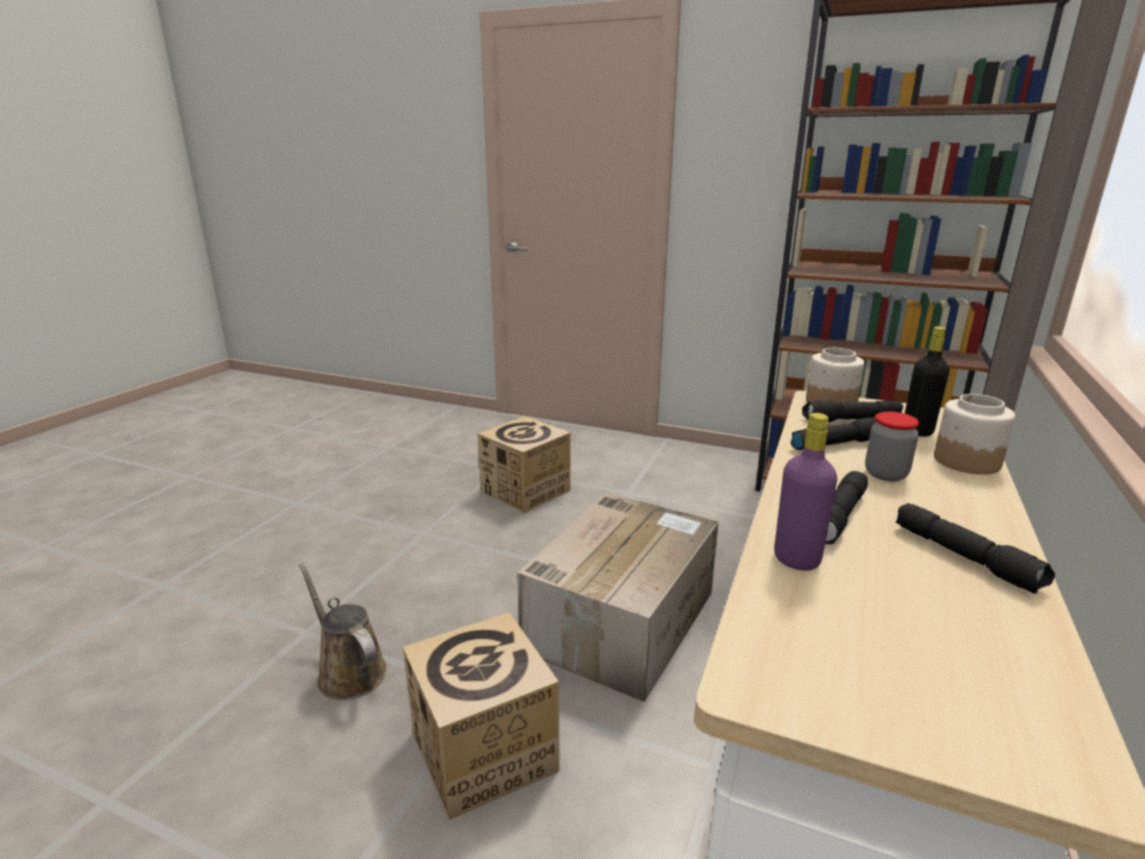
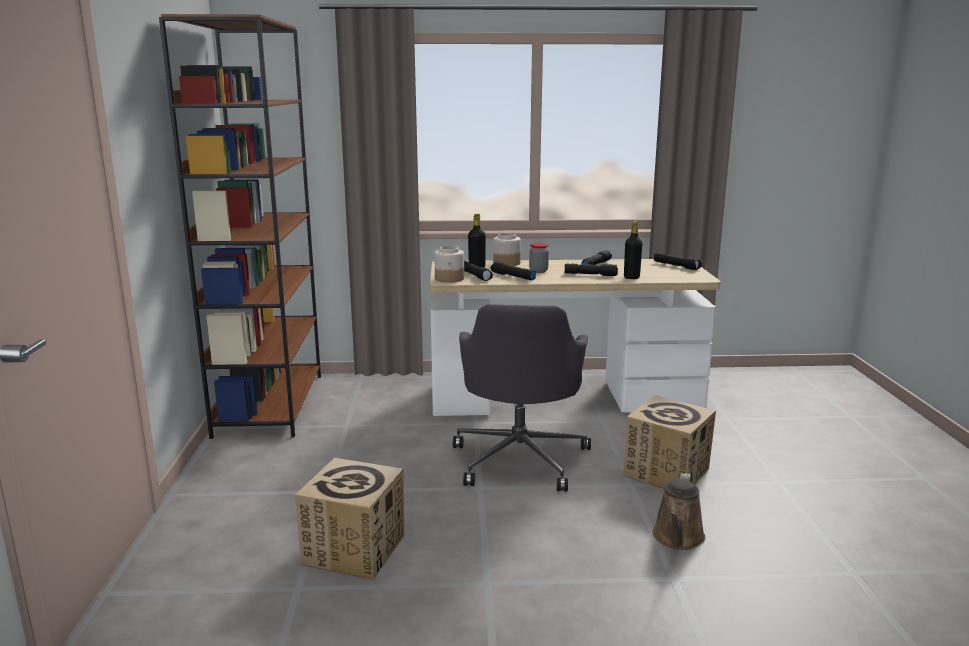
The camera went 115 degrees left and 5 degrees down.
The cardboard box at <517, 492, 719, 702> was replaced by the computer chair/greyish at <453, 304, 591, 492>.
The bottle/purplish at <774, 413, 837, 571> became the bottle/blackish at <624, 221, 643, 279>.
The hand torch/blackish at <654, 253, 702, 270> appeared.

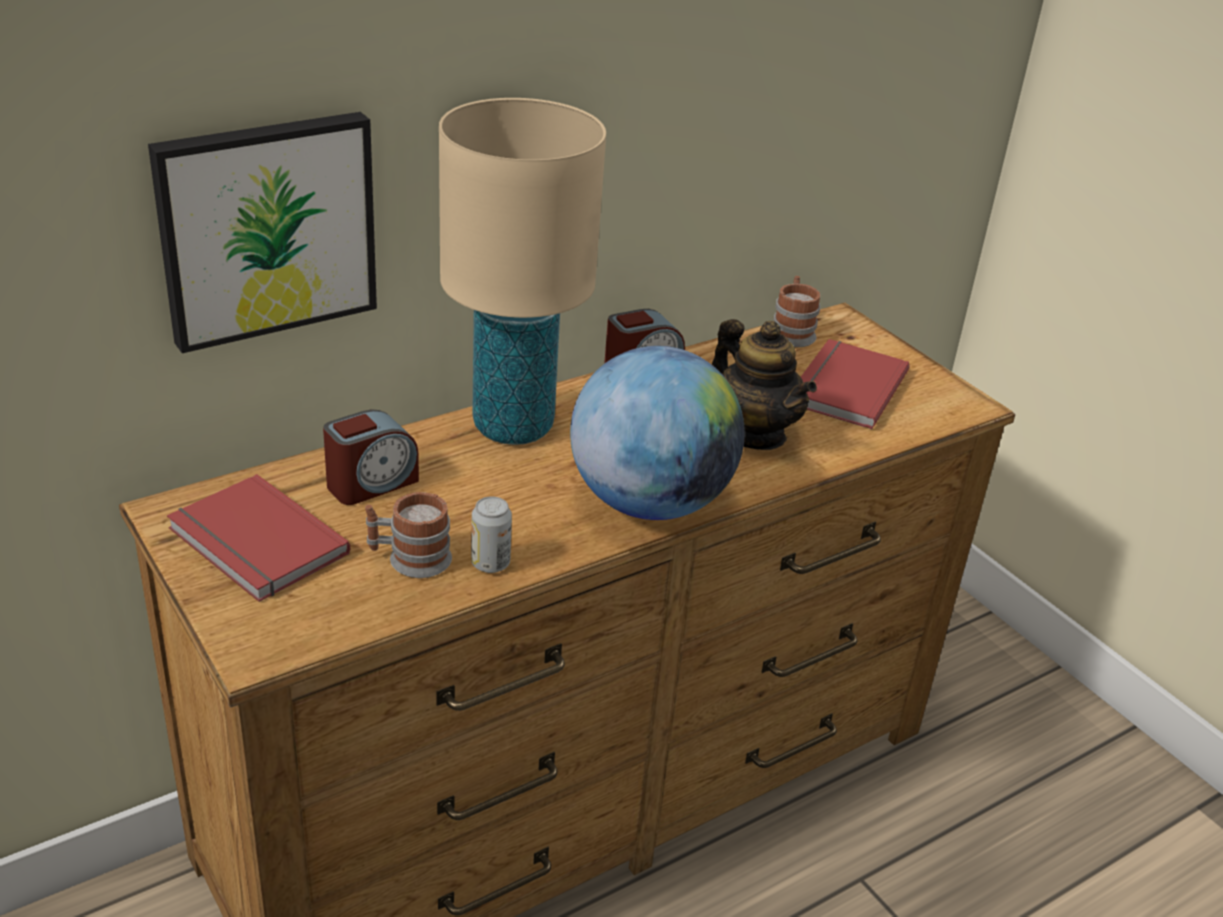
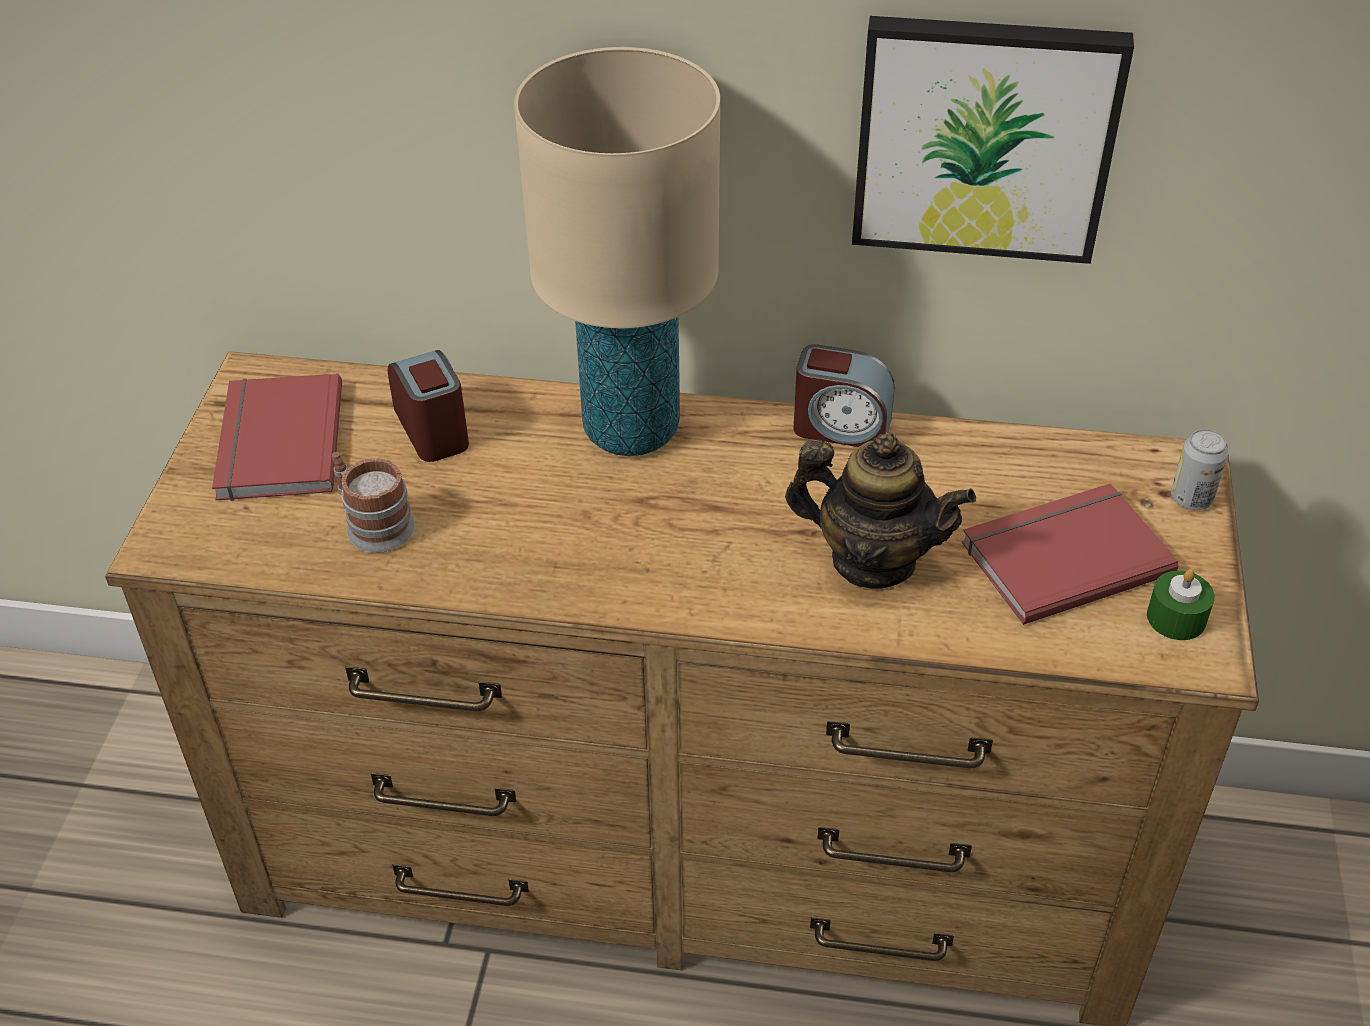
The camera went 45 degrees right and 10 degrees up.
The table clock at <323, 409, 419, 505> turned 120 degrees counterclockwise.
The teapot at <712, 319, 817, 450> turned 75 degrees counterclockwise.
The wall art moved from <148, 112, 377, 353> to <852, 16, 1134, 264>.
The candle/greenish at <1147, 569, 1215, 640> appeared.
The can moved from <471, 496, 512, 573> to <1171, 429, 1228, 510>.
The globe at <570, 346, 745, 520> disappeared.
The coffee mug at <773, 276, 820, 347> disappeared.

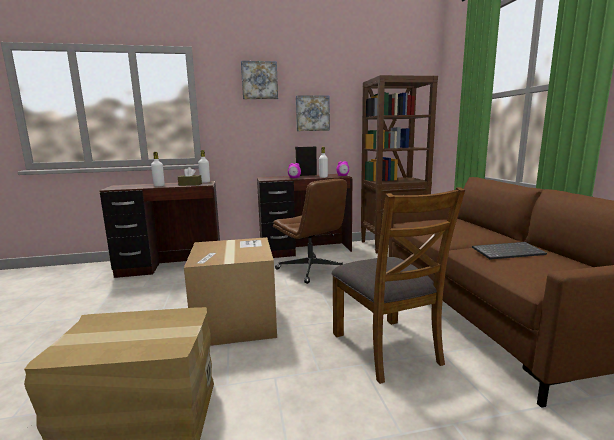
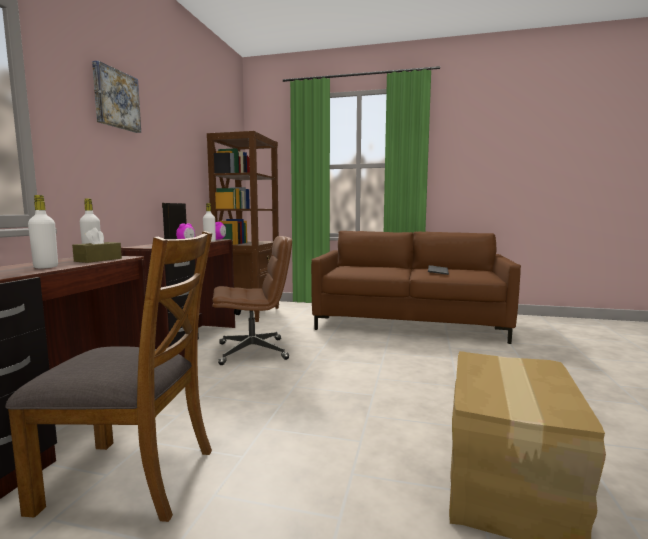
The camera went 65 degrees left and 5 degrees down.
The chair/brown-coloured moved from <331, 187, 465, 384> to <5, 231, 212, 522>.
The cardboard box at <184, 237, 277, 346> disappeared.
The wall art at <296, 95, 330, 131> disappeared.

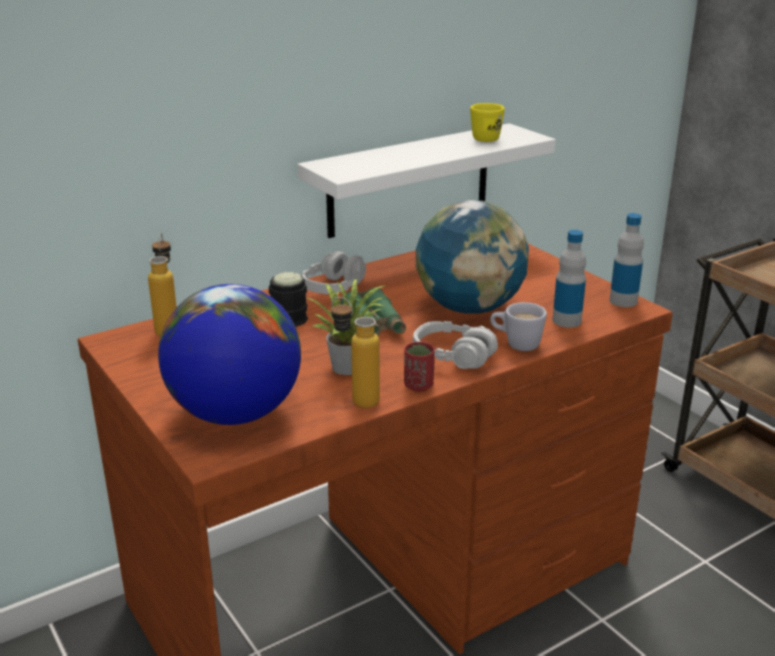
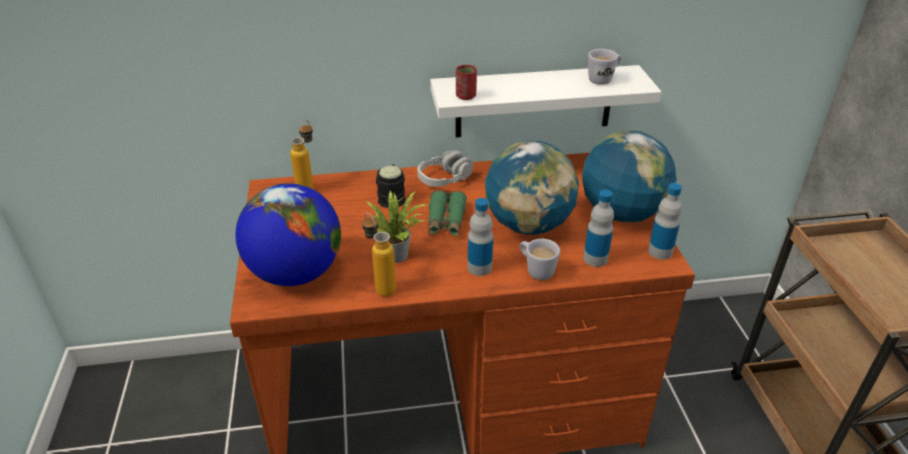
The camera went 25 degrees right and 10 degrees up.
The cup/red-coloured moved from <404, 342, 435, 392> to <456, 65, 477, 100>.
The headphones/greyish at <413, 321, 498, 369> was replaced by the bottle at <468, 198, 493, 276>.
The globe at <582, 131, 677, 223> appeared.
The coffee mug/yellow-coloured at <470, 103, 505, 142> became the coffee mug/white at <588, 49, 621, 85>.

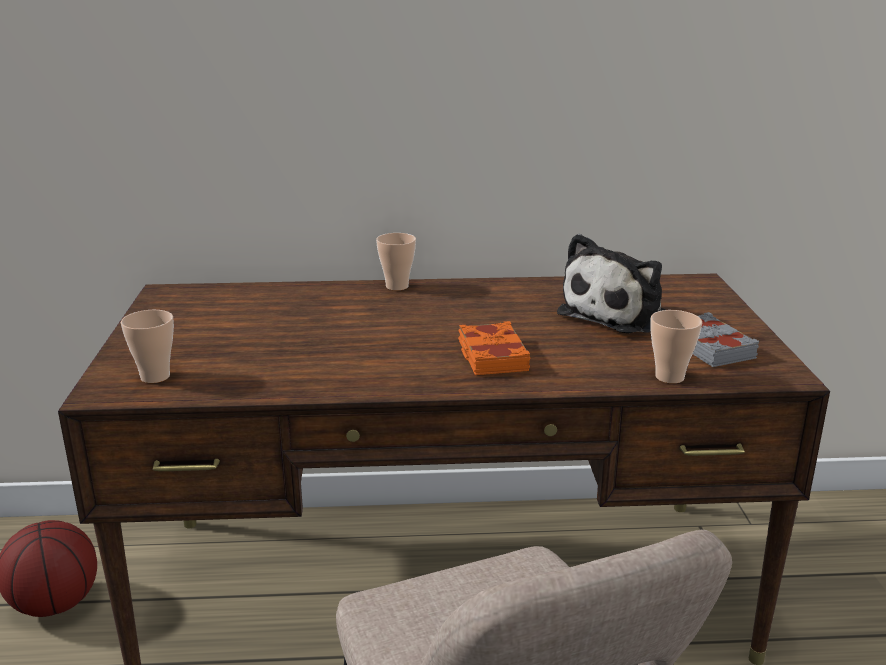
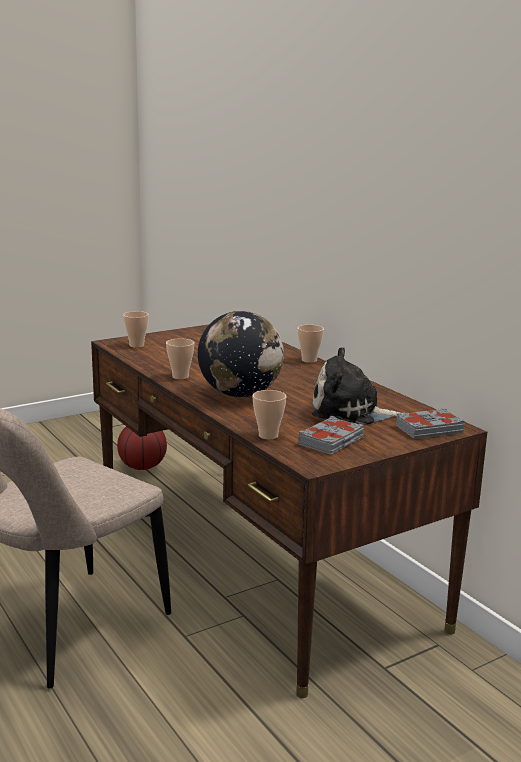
The camera went 60 degrees right and 5 degrees down.
The cup at <166, 338, 194, 379> appeared.
The volume/orange-coloured at <458, 321, 530, 375> was replaced by the globe at <198, 311, 284, 397>.
The volume/greyish at <396, 408, 465, 439> appeared.

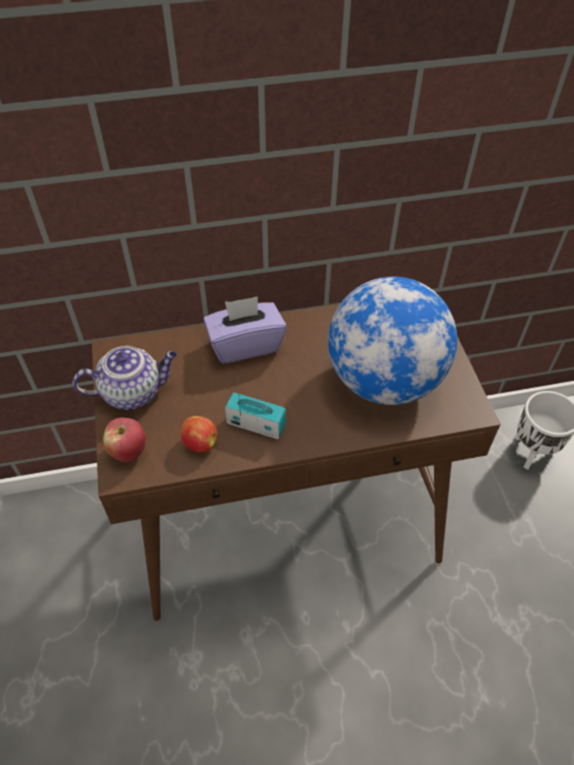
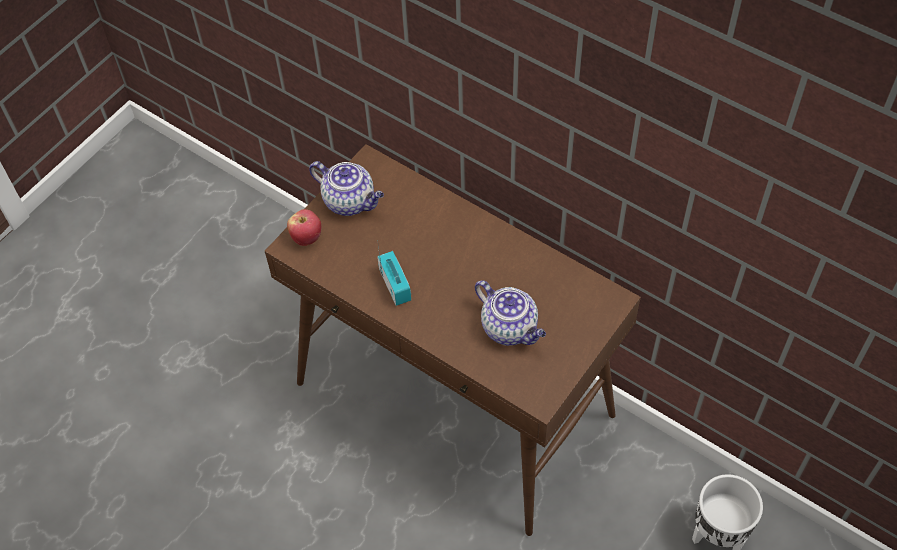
The camera went 50 degrees right and 5 degrees up.
The globe at <328, 277, 457, 405> was replaced by the teapot at <475, 281, 546, 346>.
The whole apple at <181, 416, 217, 453> disappeared.
The tissue holder/purplish at <204, 296, 287, 363> disappeared.

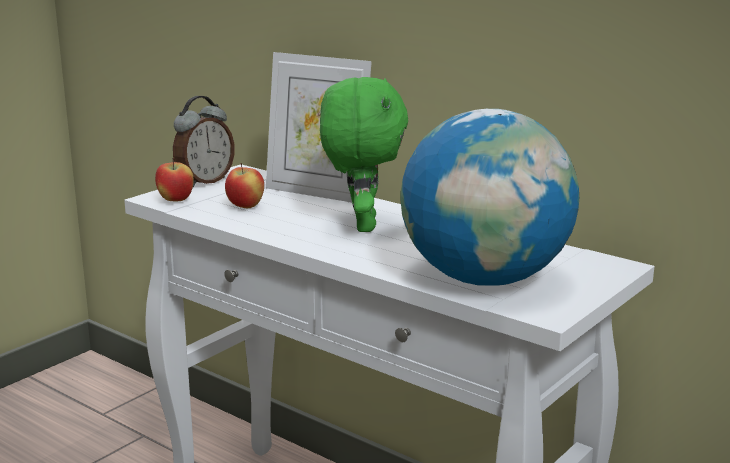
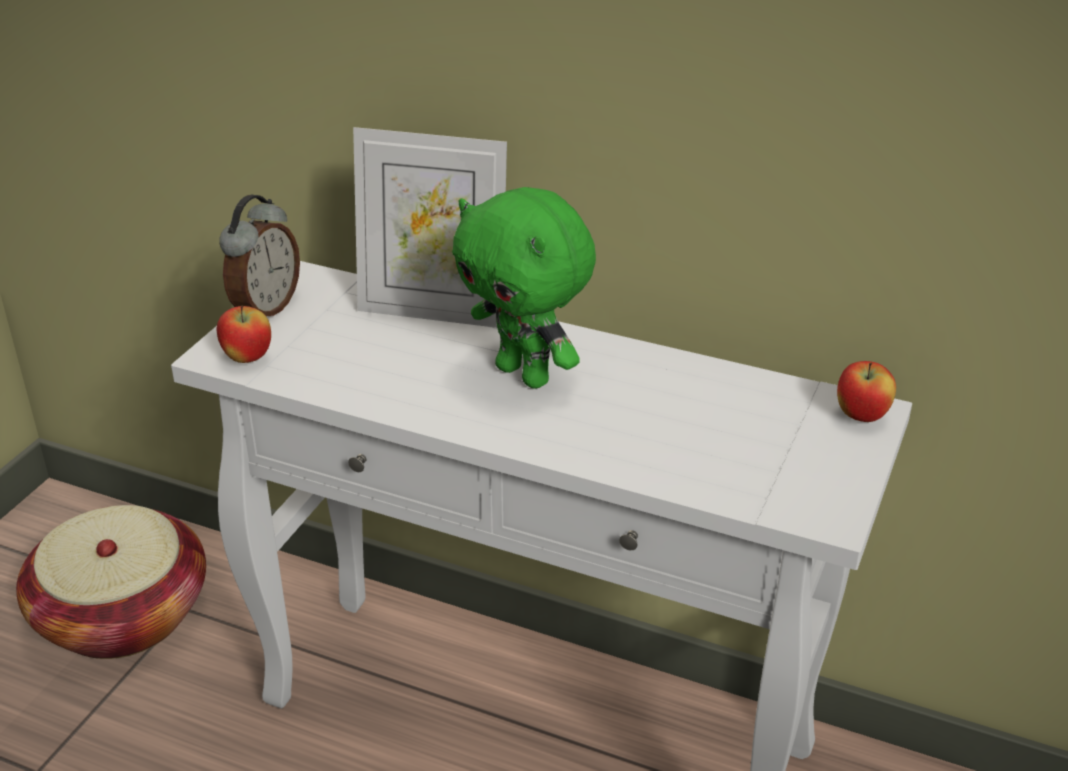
The camera went 15 degrees left and 15 degrees up.
The storage basket at <16, 505, 206, 659> appeared.
The plush toy/greenish at <320, 77, 408, 232> turned 150 degrees clockwise.
The whole apple moved from <225, 163, 264, 208> to <837, 361, 896, 422>.
The globe at <401, 109, 579, 286> disappeared.

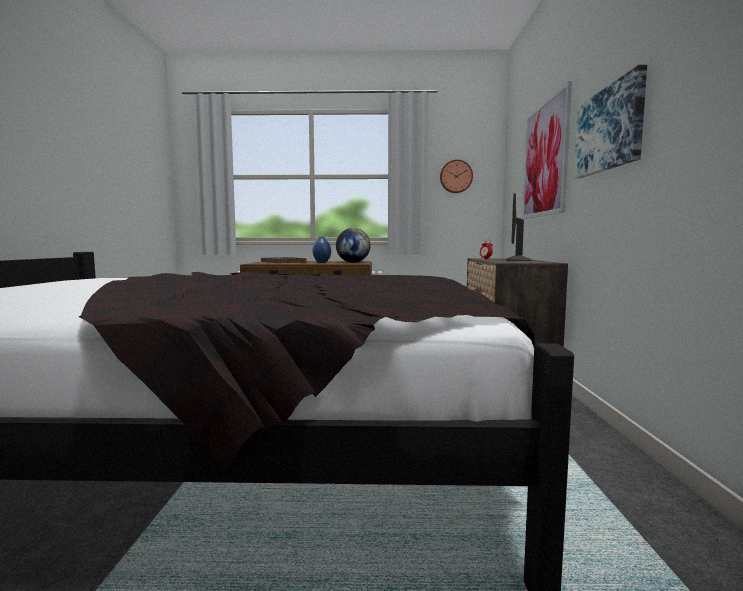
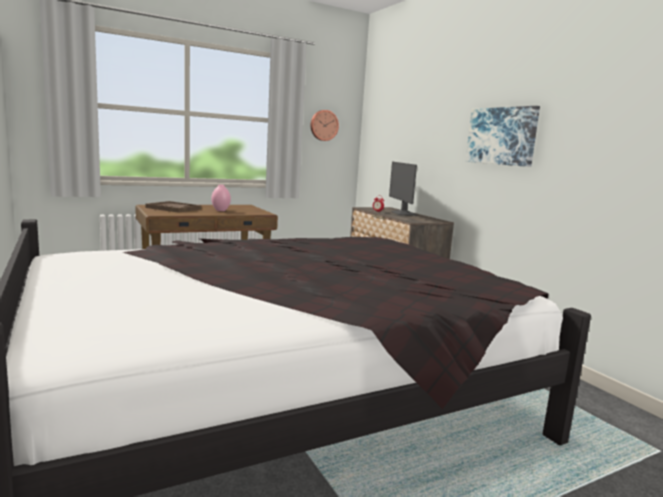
The camera went 30 degrees left and 5 degrees up.
The decorative vase/bluish at <312, 237, 331, 263> became the decorative vase/pink-coloured at <211, 185, 231, 211>.
The globe at <336, 228, 371, 263> disappeared.
The wall art at <522, 81, 572, 219> disappeared.

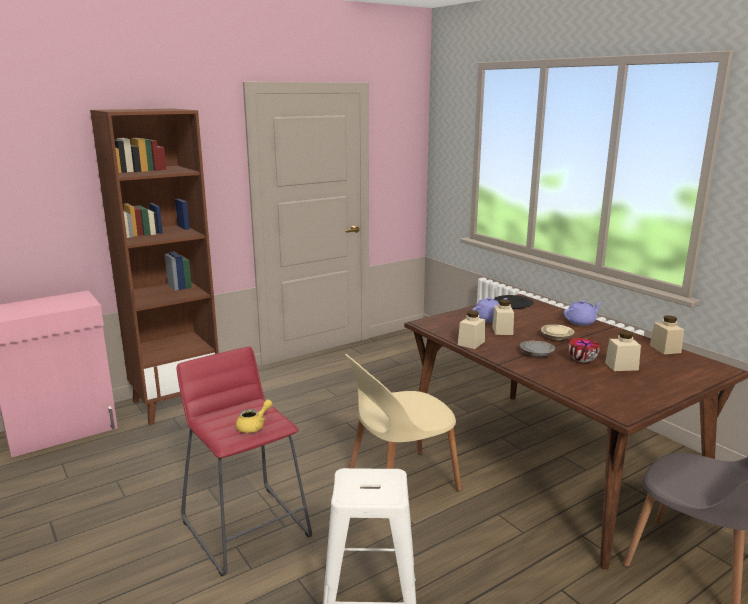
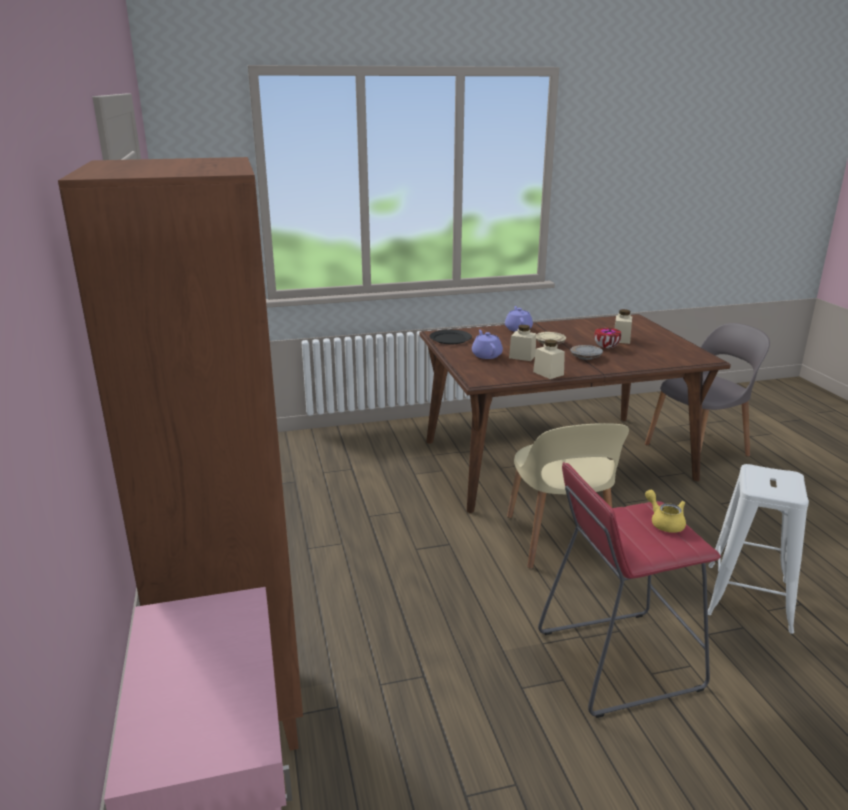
The camera went 70 degrees left and 5 degrees up.
The preserve jar/beige-coloured at <650, 315, 684, 354> disappeared.

